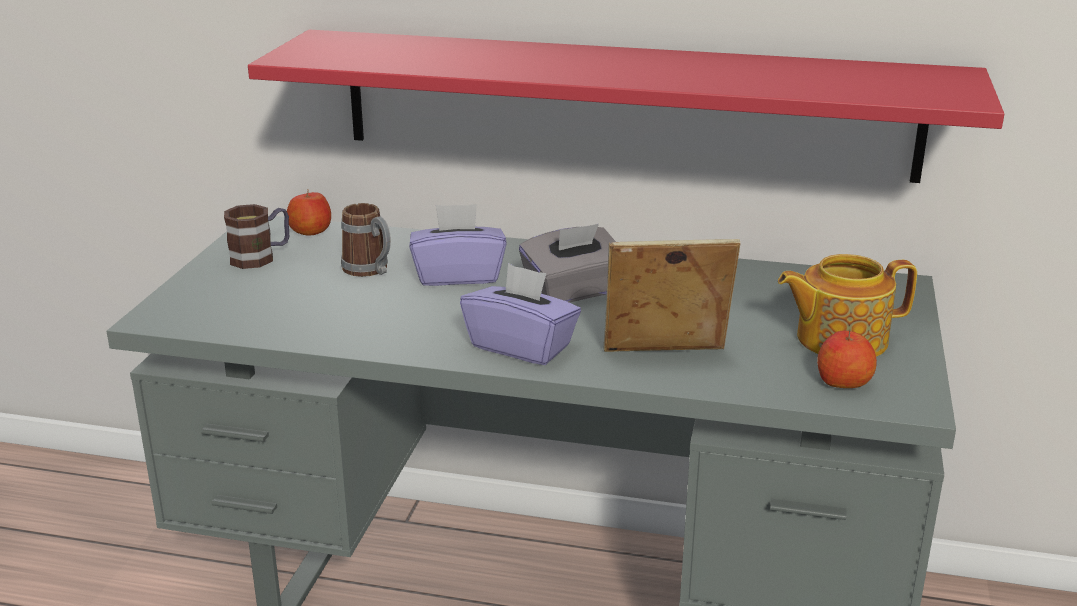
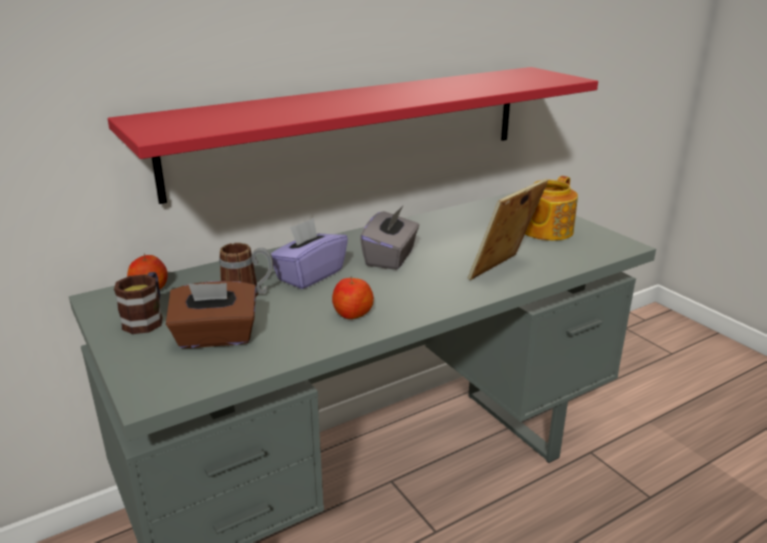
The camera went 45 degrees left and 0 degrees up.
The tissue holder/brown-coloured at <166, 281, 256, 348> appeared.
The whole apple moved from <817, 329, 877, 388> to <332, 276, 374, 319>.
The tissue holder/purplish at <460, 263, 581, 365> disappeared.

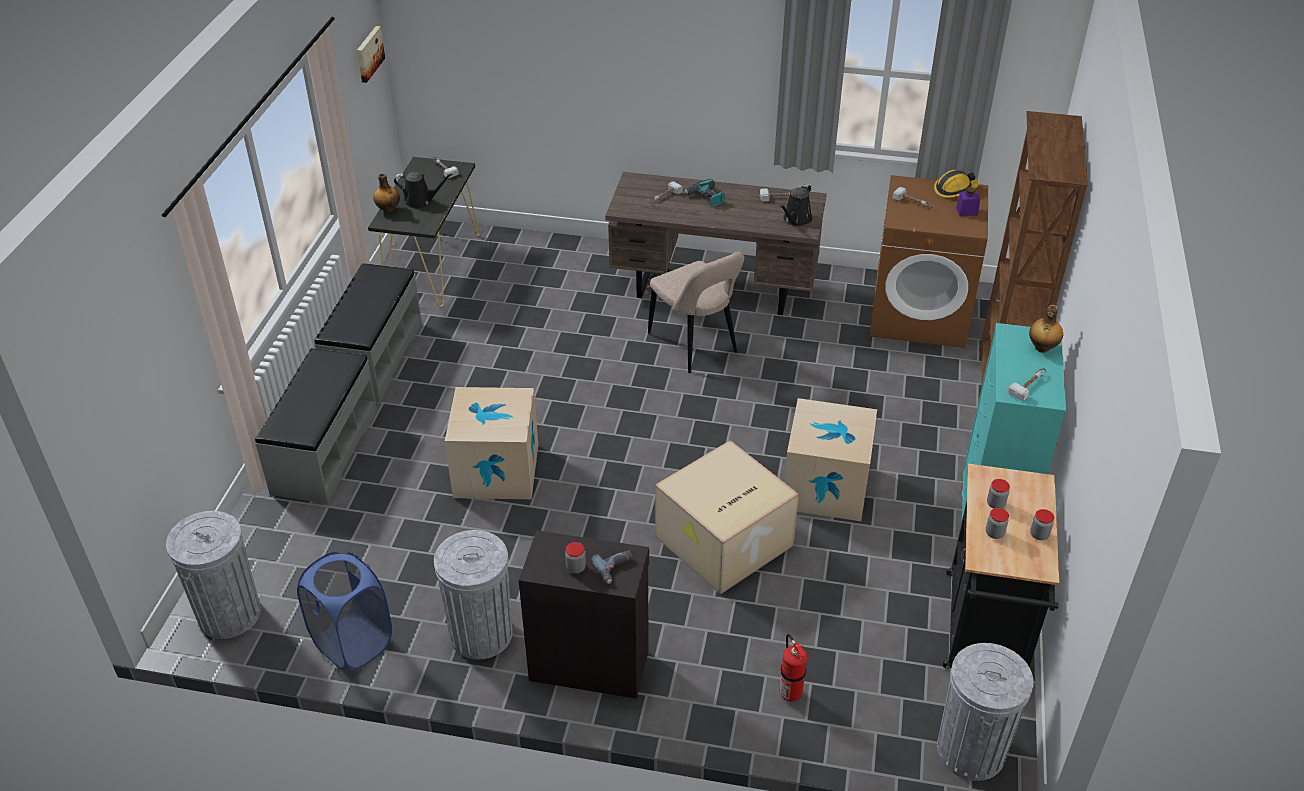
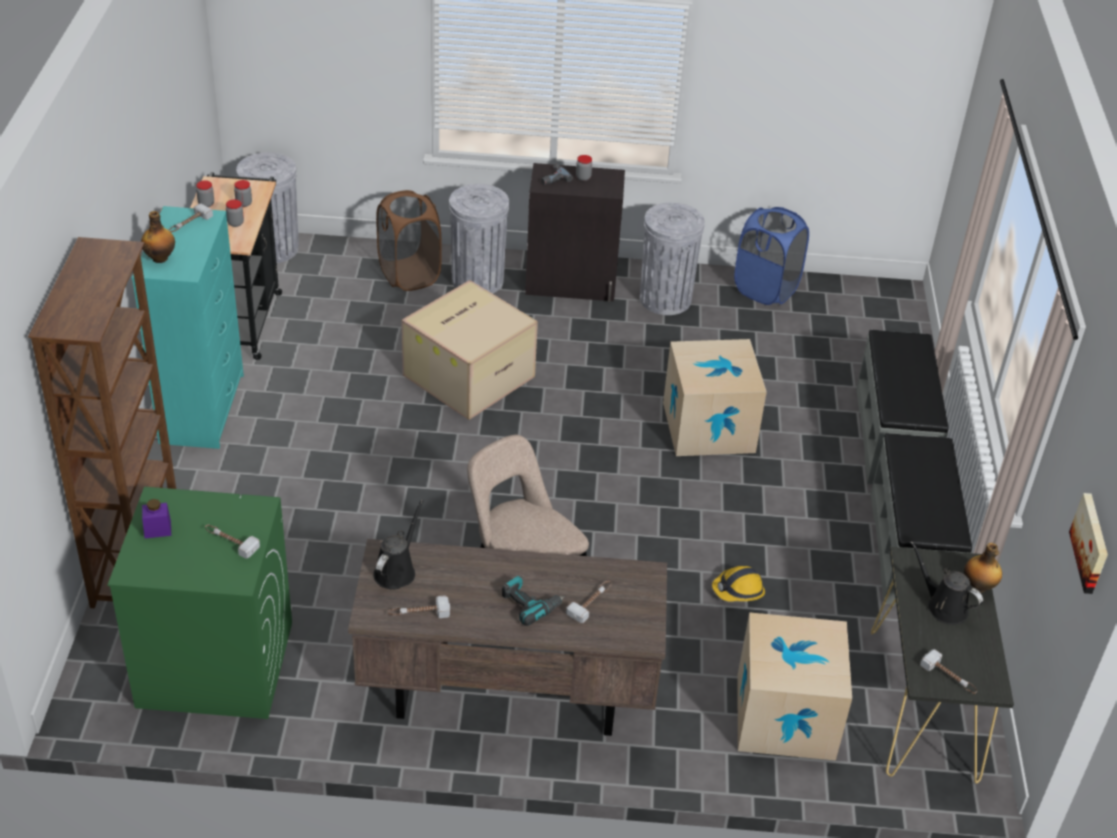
The camera went 170 degrees right and 0 degrees up.
The laundry machine/brown-coloured at <870, 175, 988, 348> became the laundry machine/greenish at <108, 487, 292, 719>.
The fire extinguisher at <779, 634, 807, 702> was replaced by the laundry basket/brown-coloured at <376, 190, 441, 291>.
The trash can/greyish moved from <166, 511, 261, 639> to <449, 184, 509, 294>.
The work helmet moved from <934, 170, 979, 198> to <712, 566, 765, 602>.
The cardboard box moved from <784, 398, 877, 521> to <738, 612, 852, 760>.
The watering can/blackish at <394, 172, 453, 209> turned 45 degrees clockwise.

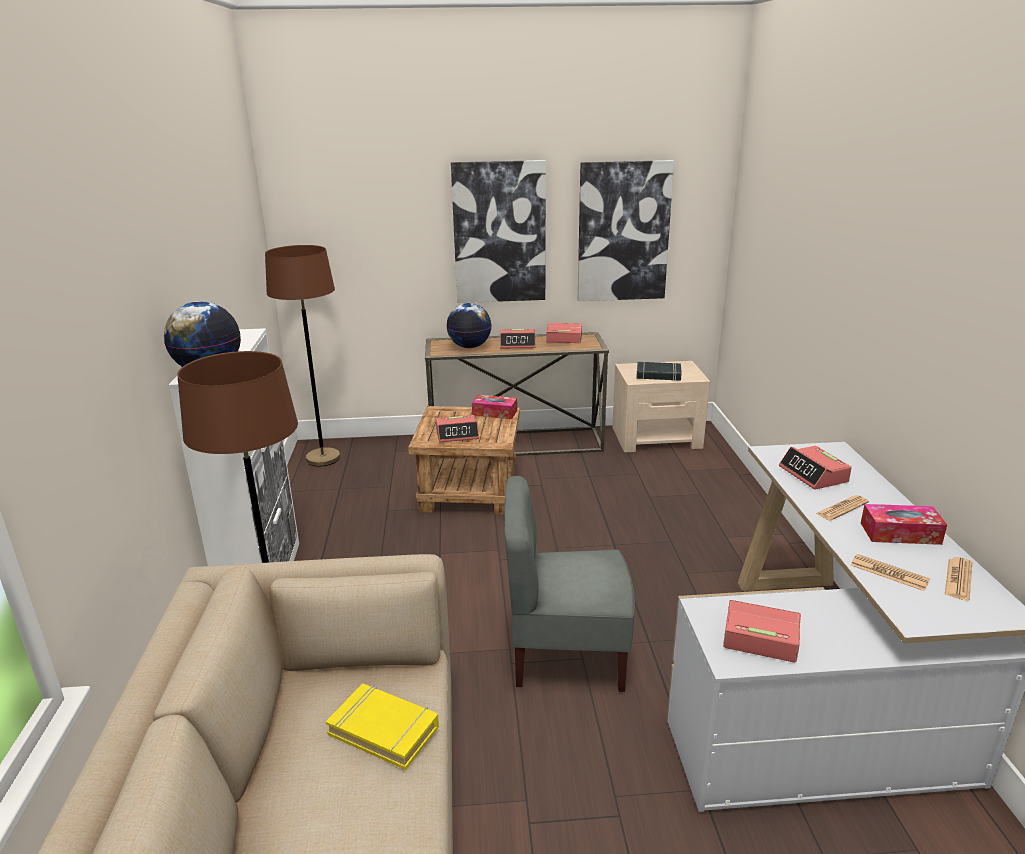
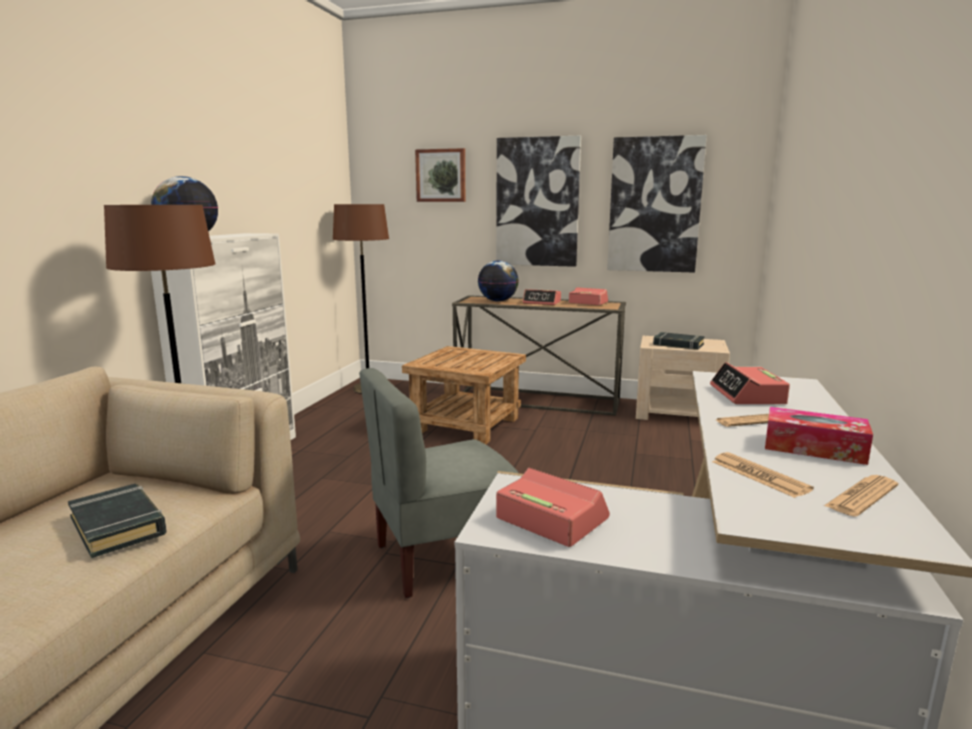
The camera went 20 degrees right and 10 degrees down.
The volume/yellow-coloured at <326, 684, 439, 770> became the volume/blackish at <68, 484, 167, 558>.
The chair/greyish at <503, 476, 635, 692> turned 45 degrees counterclockwise.
The wall art at <415, 148, 465, 202> appeared.
The table clock at <436, 415, 479, 442> disappeared.
The tissue holder at <472, 395, 517, 419> disappeared.

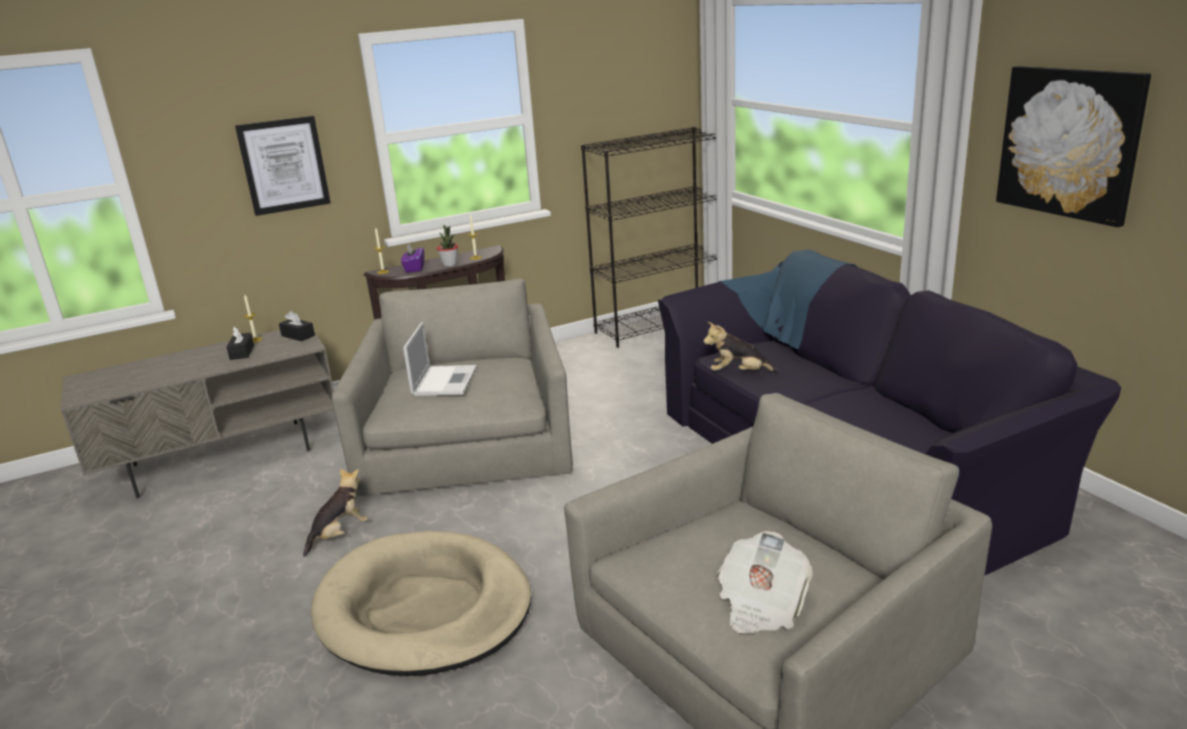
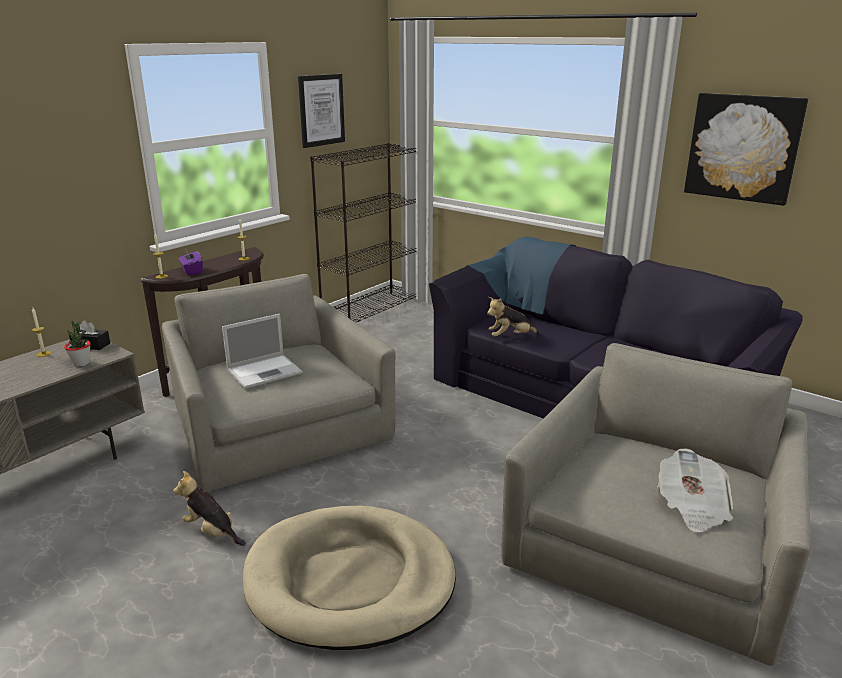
The camera went 25 degrees left and 0 degrees up.
The plant in a pot moved from <437, 225, 458, 267> to <64, 321, 91, 367>.
The plush toy at <303, 468, 368, 557> turned 75 degrees counterclockwise.
The notebook computer at <403, 322, 477, 396> turned 75 degrees clockwise.
The wall art moved from <235, 116, 331, 216> to <298, 74, 345, 148>.
The tissue holder/blackish at <227, 326, 254, 360> disappeared.

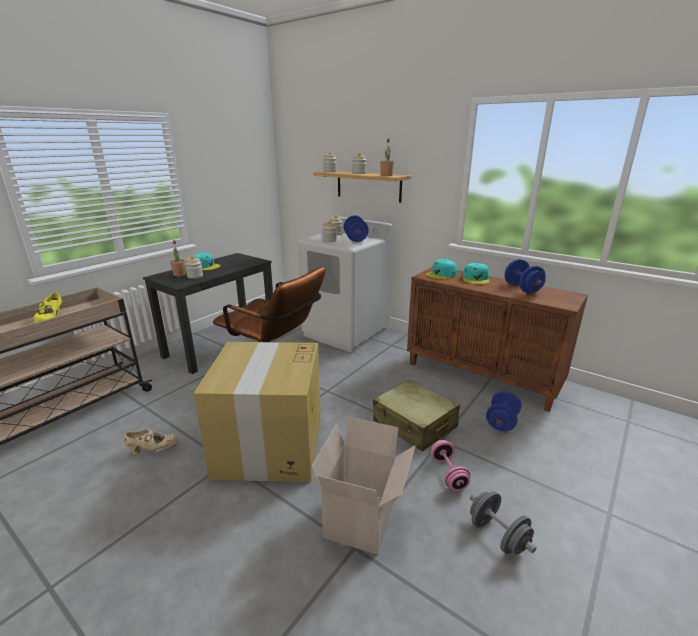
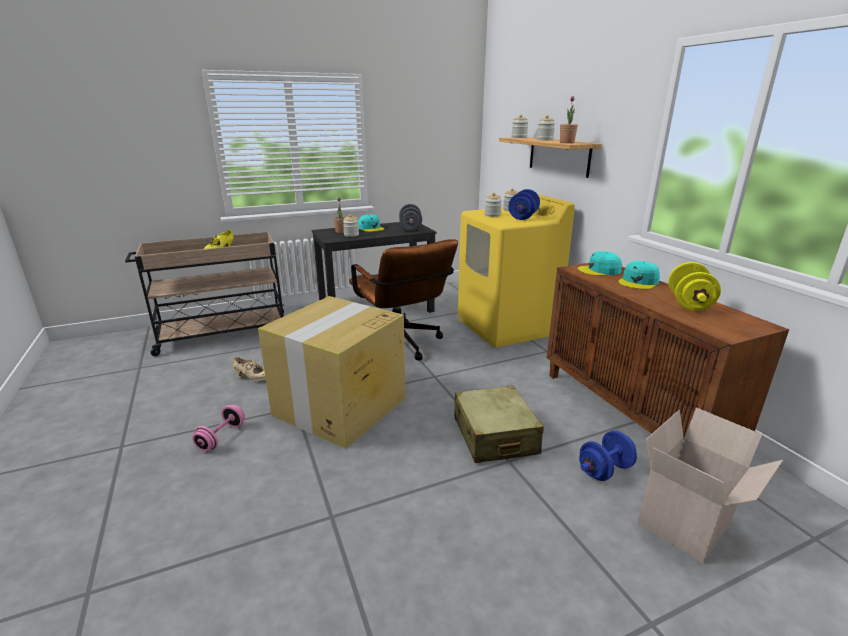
The camera went 30 degrees right and 0 degrees up.
The dumbbell/pink-coloured moved from <431, 440, 470, 491> to <192, 405, 245, 451>.
The dumbbell/greyish moved from <470, 491, 536, 555> to <399, 204, 422, 231>.
The laundry machine/white at <297, 217, 393, 353> became the laundry machine/yellow-coloured at <458, 194, 575, 348>.
The cardboard box moved from <311, 417, 416, 555> to <638, 407, 783, 563>.
The dumbbell/bluish at <505, 259, 546, 293> became the dumbbell/yellow-coloured at <668, 262, 721, 311>.

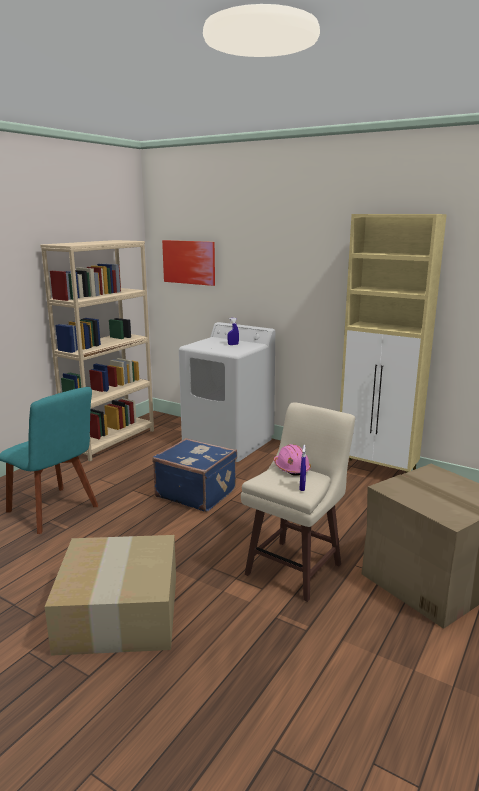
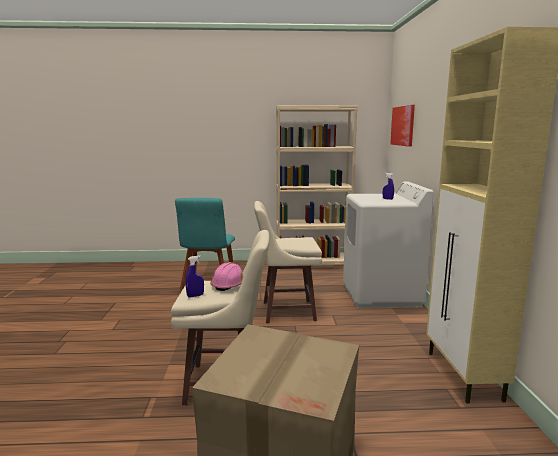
The camera went 55 degrees right and 5 degrees down.
The travel case/bluish at <153, 438, 237, 512> was replaced by the sitting stool/beige-coloured at <254, 201, 322, 323>.
The cardboard box at <45, 535, 176, 656> disappeared.

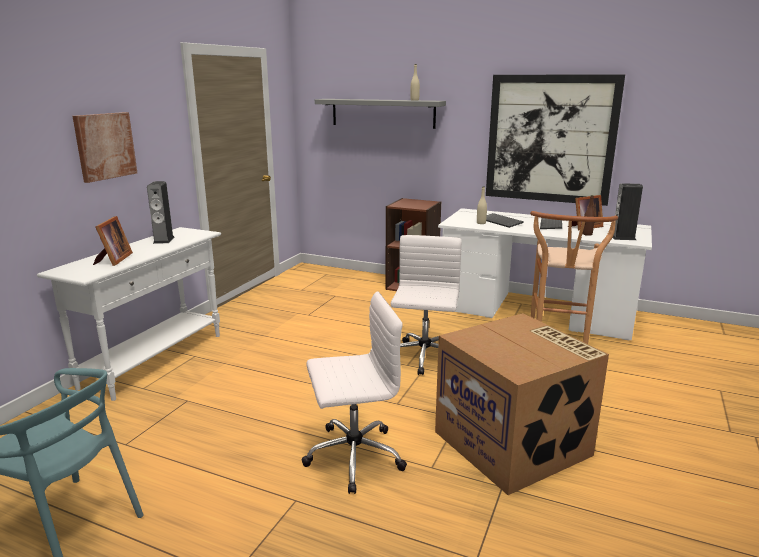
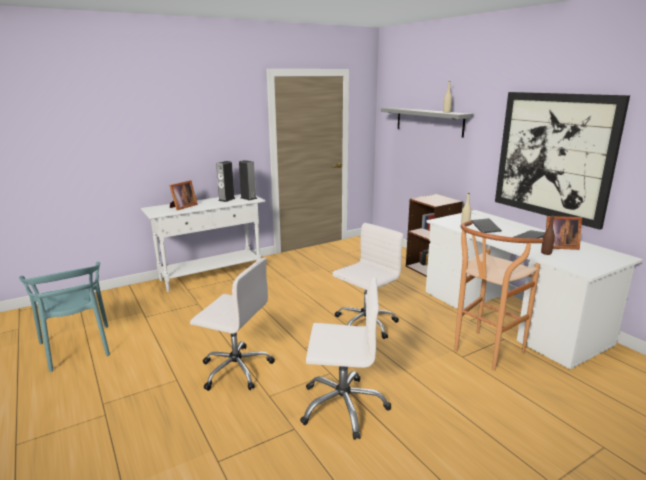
The camera went 35 degrees right and 0 degrees up.
The audio speaker moved from <612, 183, 643, 240> to <239, 160, 257, 201>.
The cardboard box at <435, 313, 609, 495> was replaced by the computer chair/white at <300, 277, 391, 440>.
The wall art at <73, 112, 137, 183> disappeared.

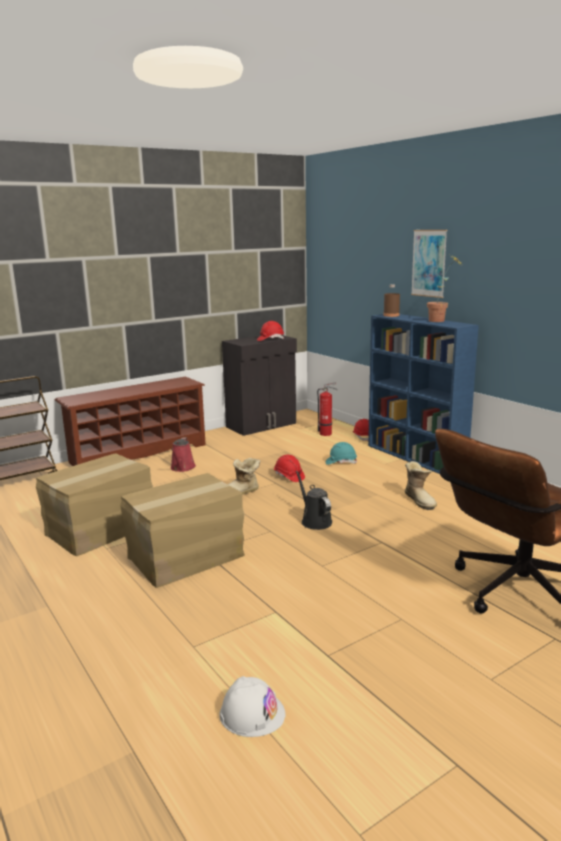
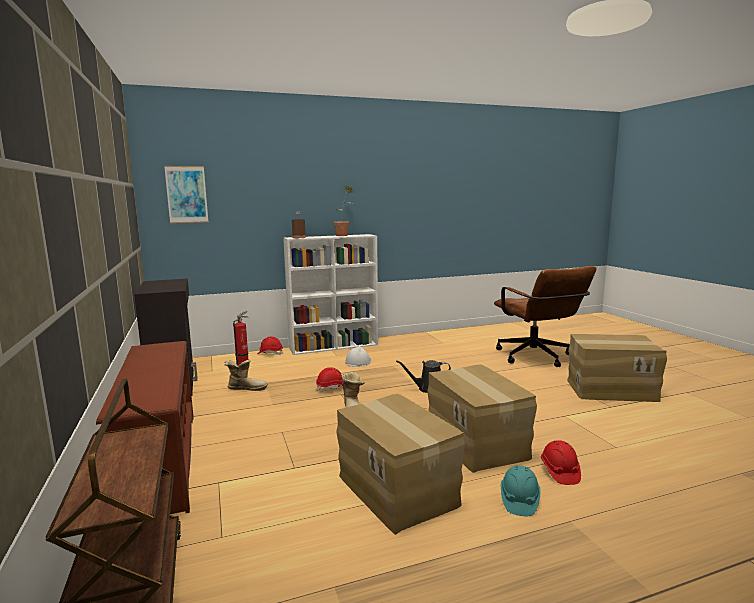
The camera went 75 degrees left and 5 degrees down.
The wall art moved from <411, 230, 447, 298> to <164, 166, 208, 223>.
The boot moved from <405, 461, 437, 510> to <225, 360, 268, 391>.
The bookshelf/bluish at <368, 314, 479, 474> became the bookshelf/white at <283, 234, 378, 355>.
The work helmet/white moved from <219, 676, 285, 737> to <345, 346, 372, 367>.
The work helmet/turquoise moved from <326, 442, 357, 465> to <501, 466, 541, 516>.
The work helmet/red-coloured moved from <257, 321, 284, 341> to <541, 440, 581, 485>.
The cardboard box at <567, 334, 667, 402> appeared.
The watering can/red-coloured at <170, 437, 196, 472> disappeared.

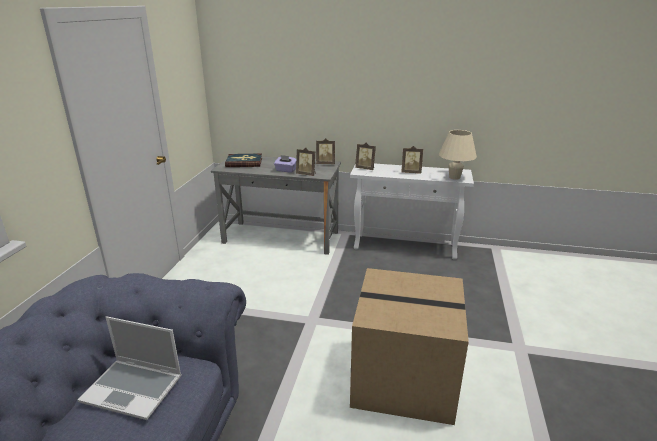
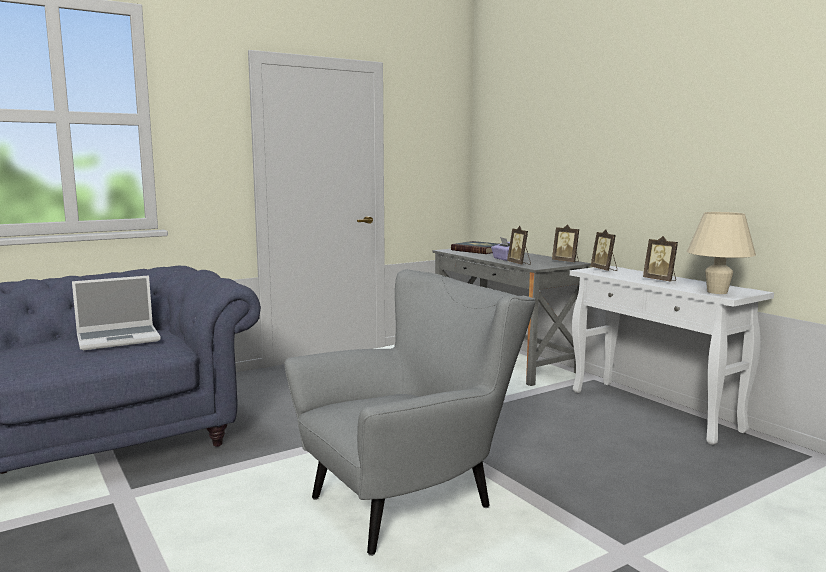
The camera went 45 degrees right and 15 degrees down.
The notebook computer at <78, 316, 182, 420> turned 90 degrees counterclockwise.
The cardboard box at <350, 268, 469, 425> was replaced by the armchair/greyish at <284, 269, 535, 556>.

